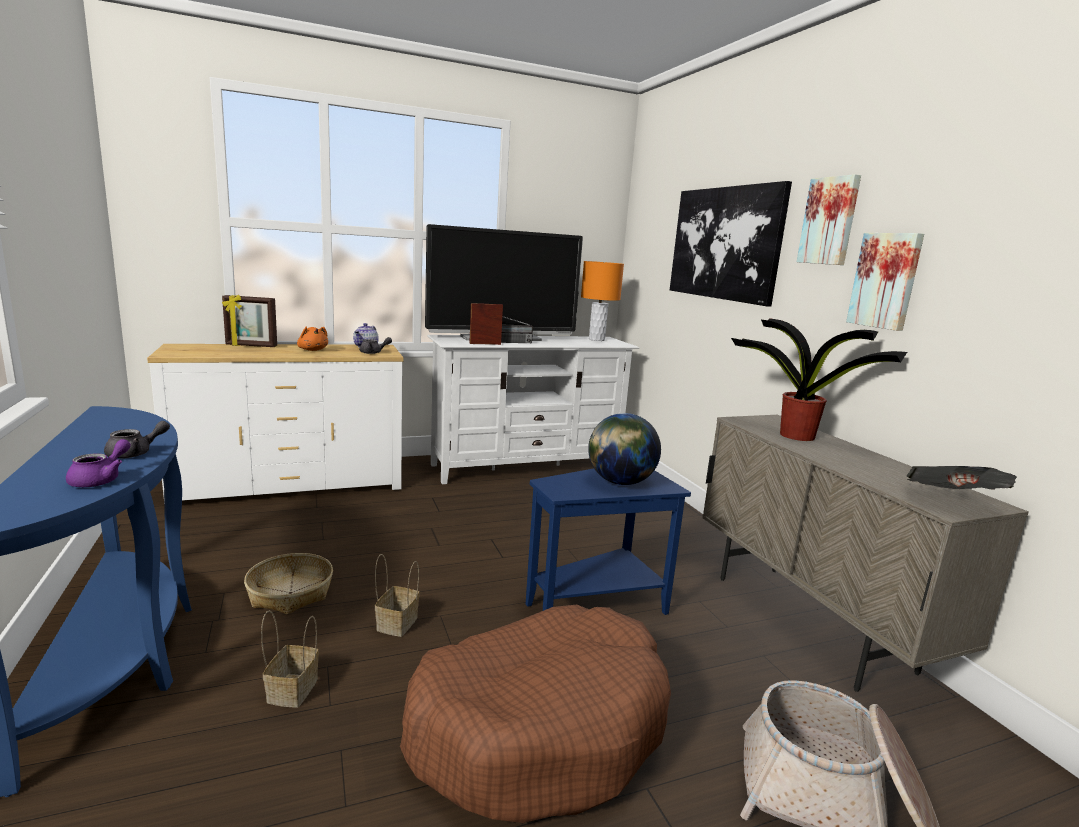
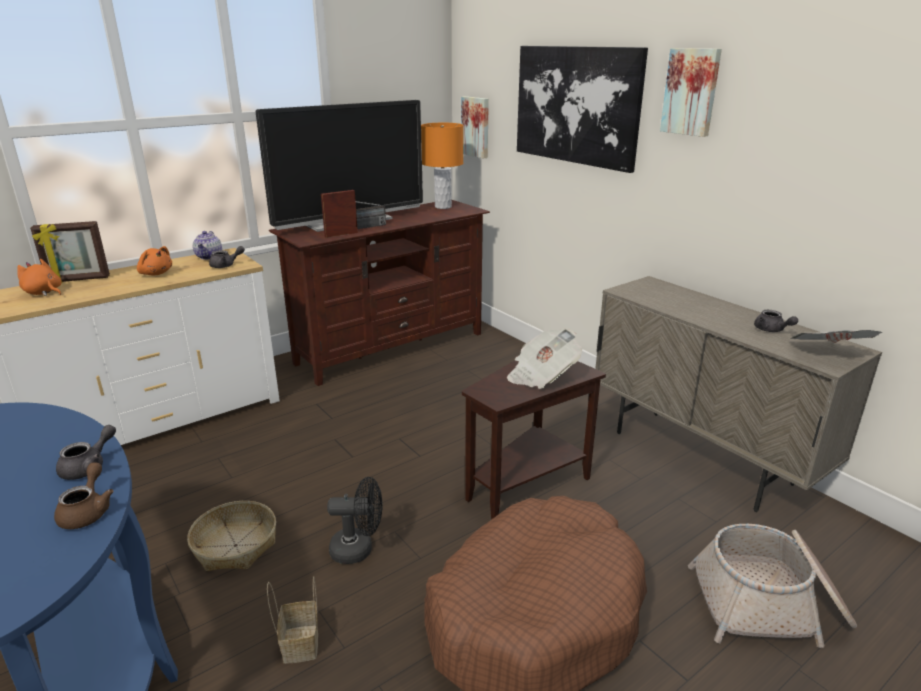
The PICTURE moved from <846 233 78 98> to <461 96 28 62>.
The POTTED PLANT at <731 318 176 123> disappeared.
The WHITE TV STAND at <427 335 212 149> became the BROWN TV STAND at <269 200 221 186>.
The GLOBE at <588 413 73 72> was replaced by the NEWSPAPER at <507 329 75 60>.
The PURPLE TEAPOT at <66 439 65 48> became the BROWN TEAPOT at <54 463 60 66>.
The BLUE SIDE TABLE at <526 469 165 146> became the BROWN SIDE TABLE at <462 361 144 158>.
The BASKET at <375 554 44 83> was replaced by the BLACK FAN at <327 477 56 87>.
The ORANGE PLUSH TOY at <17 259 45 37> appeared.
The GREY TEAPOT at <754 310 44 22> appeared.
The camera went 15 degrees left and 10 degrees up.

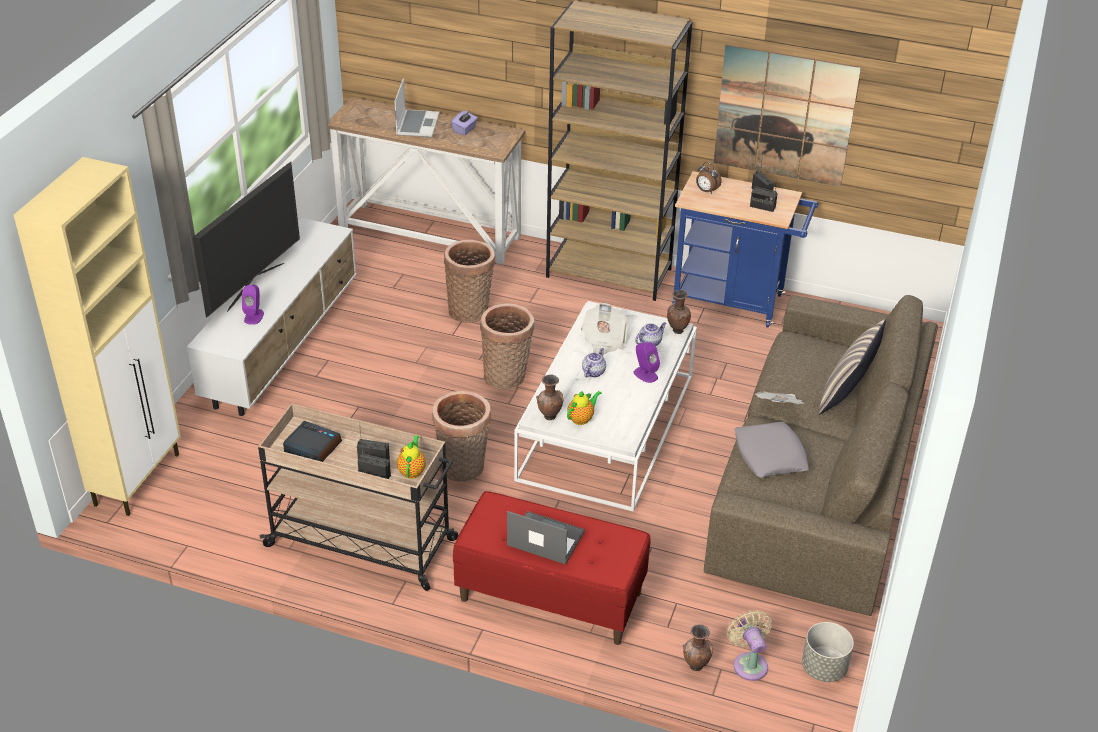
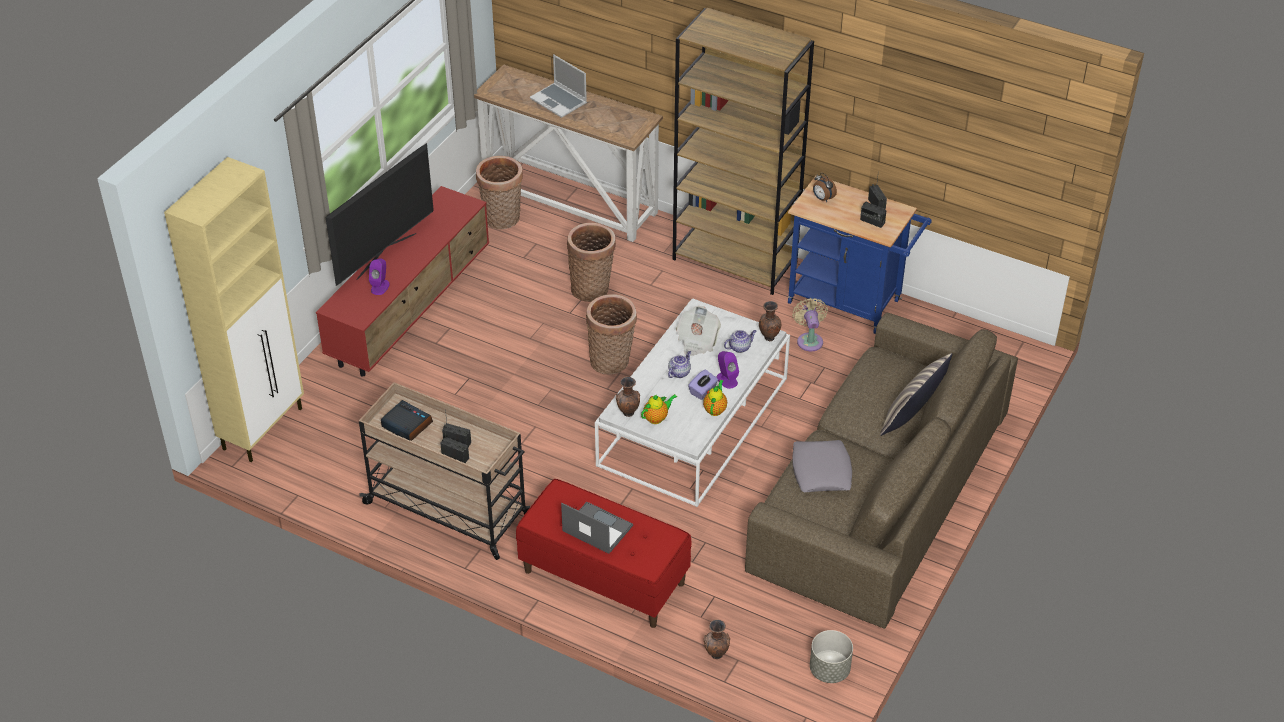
The PICTURE at <713 44 148 143> disappeared.
The LAPTOP at <394 78 45 59> turned 120 degrees clockwise.
The PURPLE TISSUE BOX moved from <451 111 27 24> to <688 369 30 31>.
The WHITE TV STAND at <187 218 170 198> became the RED TV STAND at <316 186 173 191>.
The BASKET moved from <432 391 59 91> to <476 156 47 73>.
The NEWSPAPER at <755 391 50 13> disappeared.
The TEAPOT moved from <397 435 29 44> to <703 380 24 36>.
The BEIGE FAN moved from <727 610 45 71> to <792 298 36 53>.
The camera went 10 degrees right and 5 degrees up.

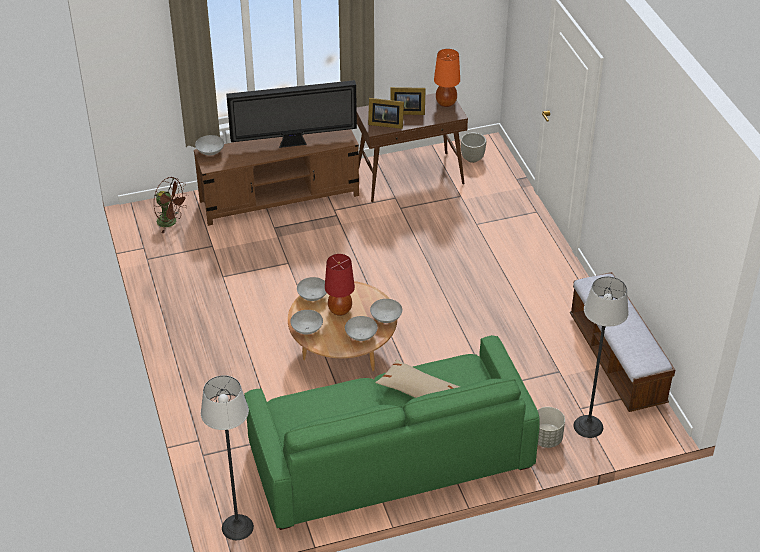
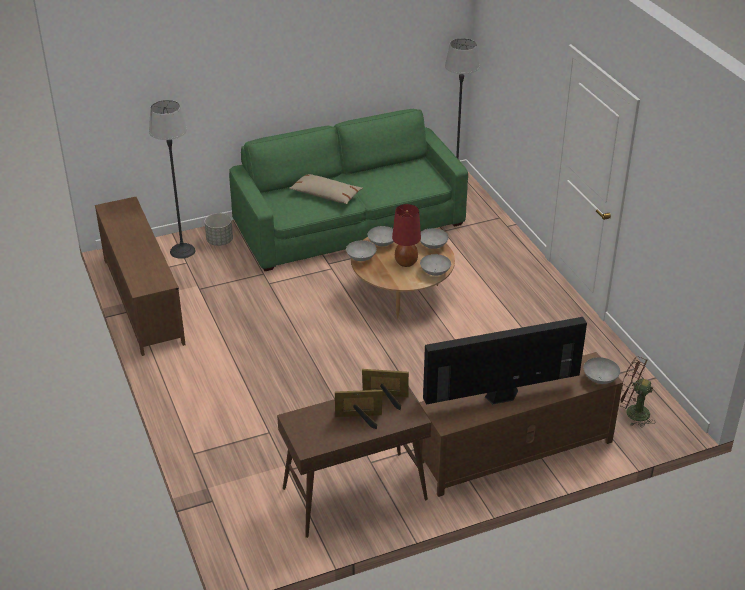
The ORANGE TABLE LAMP at <434 49 26 58> disappeared.
The GREY PLANTER at <461 132 25 31> disappeared.
The BENCH at <570 272 105 140> was replaced by the BROWN TV STAND at <95 197 91 159>.
The camera went 175 degrees right and 5 degrees down.

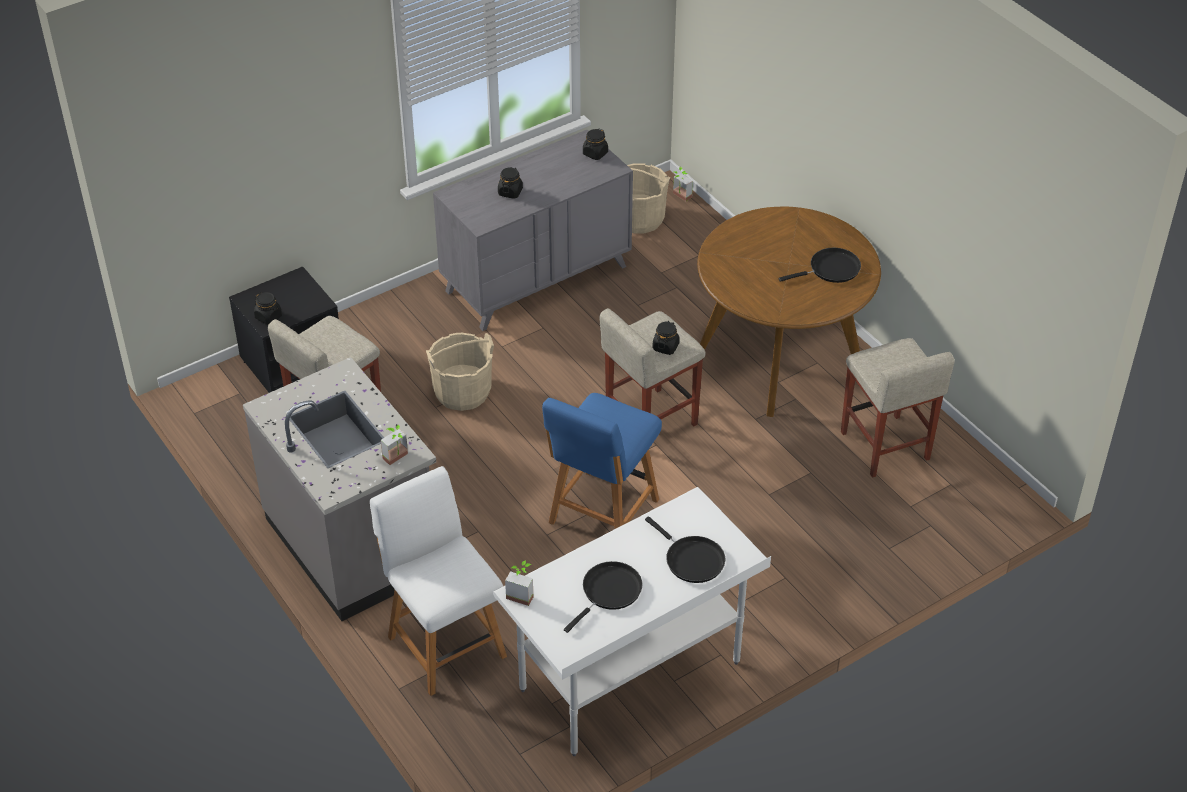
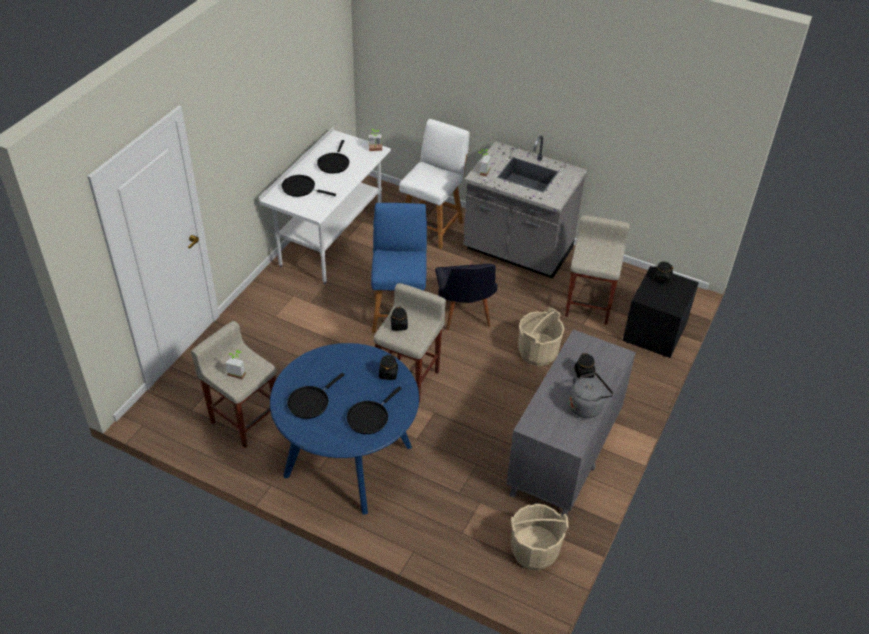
The BLACK JAR moved from <583 129 25 31> to <379 355 19 25>.
The POTTED PLANT moved from <673 167 20 34> to <225 350 21 29>.
The BROWN DINING TABLE at <697 207 184 210> became the BLUE DINING TABLE at <270 343 149 172>.
The WHITE CHAIR at <370 466 137 230> turned 90 degrees counterclockwise.
The BLACK CHAIR at <435 264 63 66> appeared.
The GREY KETTLE at <569 372 45 46> appeared.
The BLACK FRYING PAN at <347 386 55 48> appeared.
The camera went 150 degrees right and 0 degrees up.

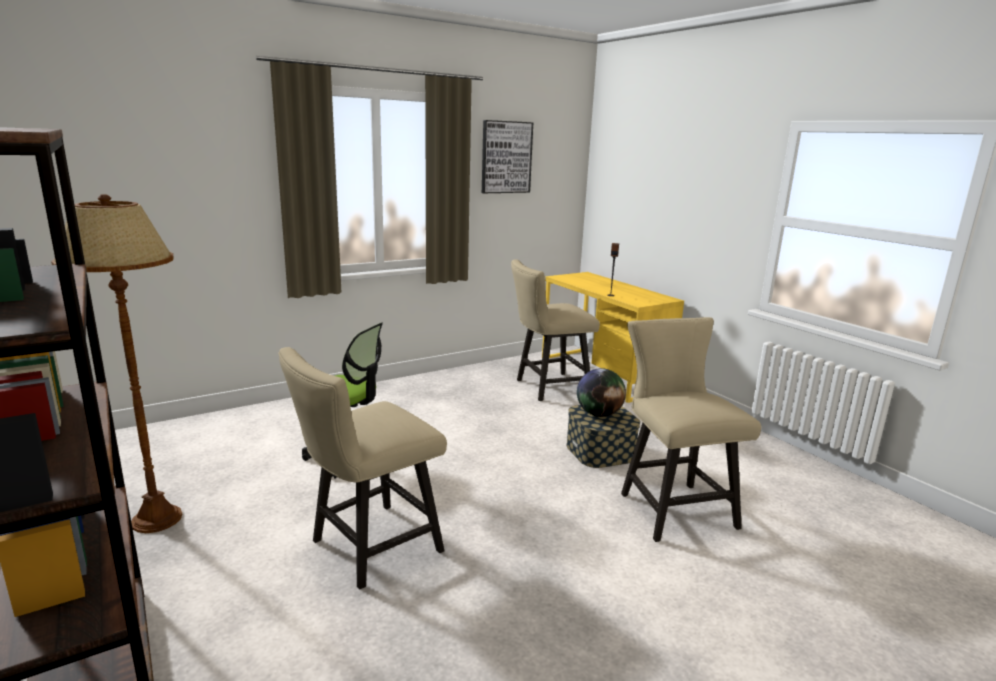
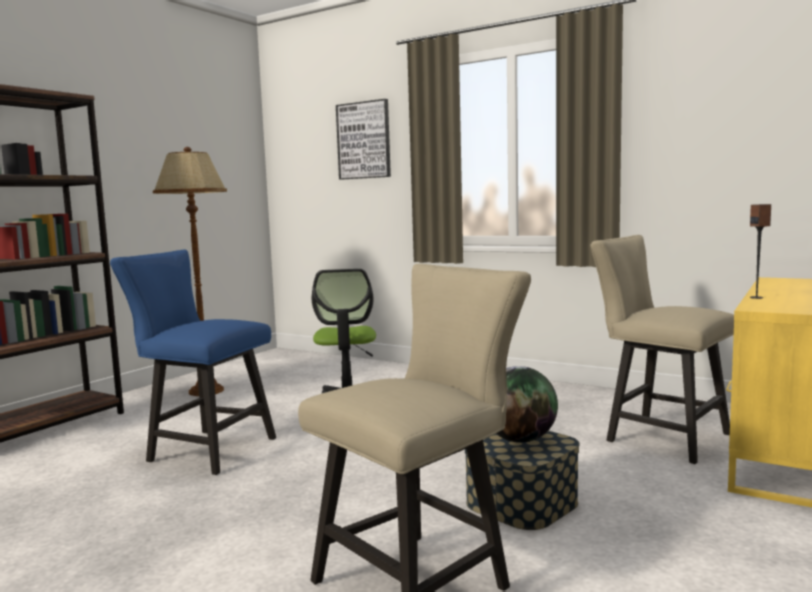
The PICTURE moved from <482 120 51 73> to <336 99 55 80>.
The BEIGE CHAIR at <278 347 169 242> became the BLUE CHAIR at <110 250 166 225>.
The camera went 65 degrees right and 10 degrees down.

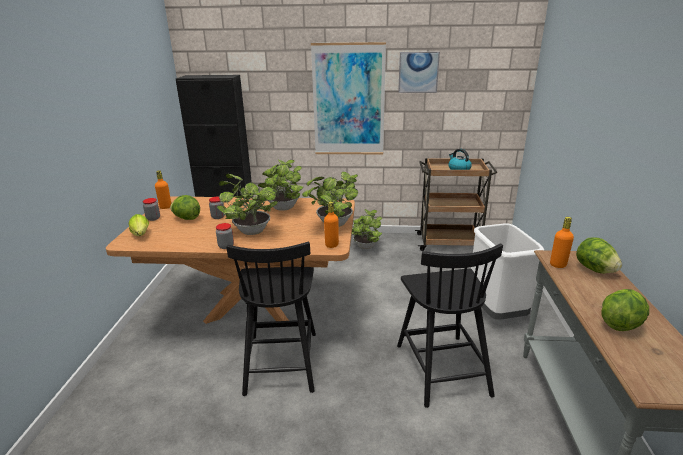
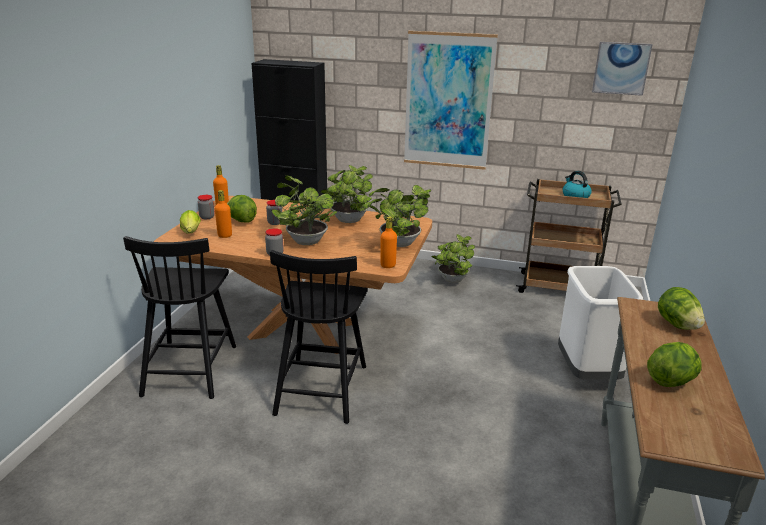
The PICTURE moved from <398 52 42 41> to <592 42 61 54>.
The ORANGE BOTTLE moved from <550 217 24 51> to <215 190 17 48>.
The BLACK CHAIR moved from <397 243 106 165> to <123 236 113 163>.
The camera went 10 degrees right and 0 degrees up.

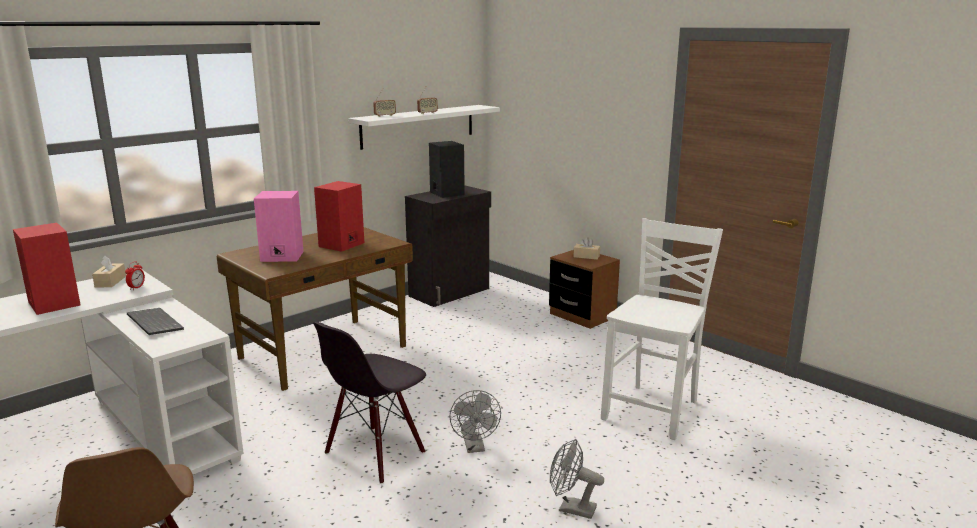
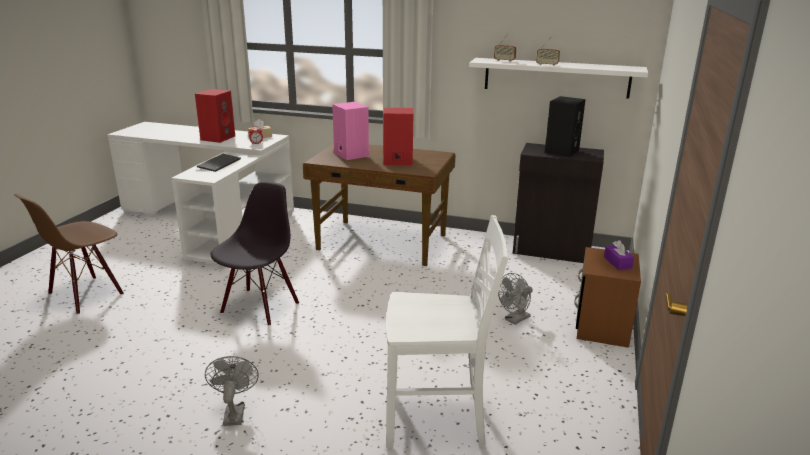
The BEIGE TISSUE BOX at <574 237 26 23> became the PURPLE TISSUE BOX at <604 240 30 30>.
The BLACK CHAIR at <313 322 113 162> turned 105 degrees clockwise.
The GREY FAN moved from <450 390 51 63> to <498 273 35 52>.
The camera went 60 degrees right and 5 degrees up.

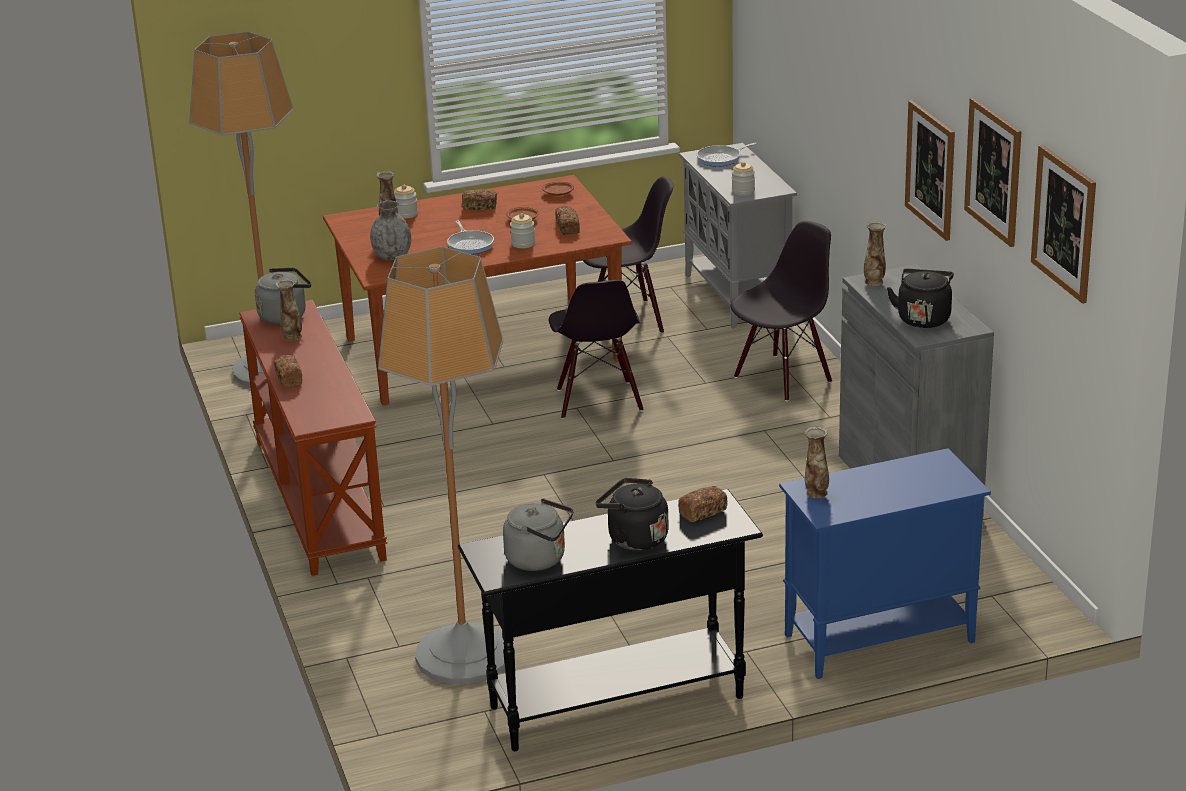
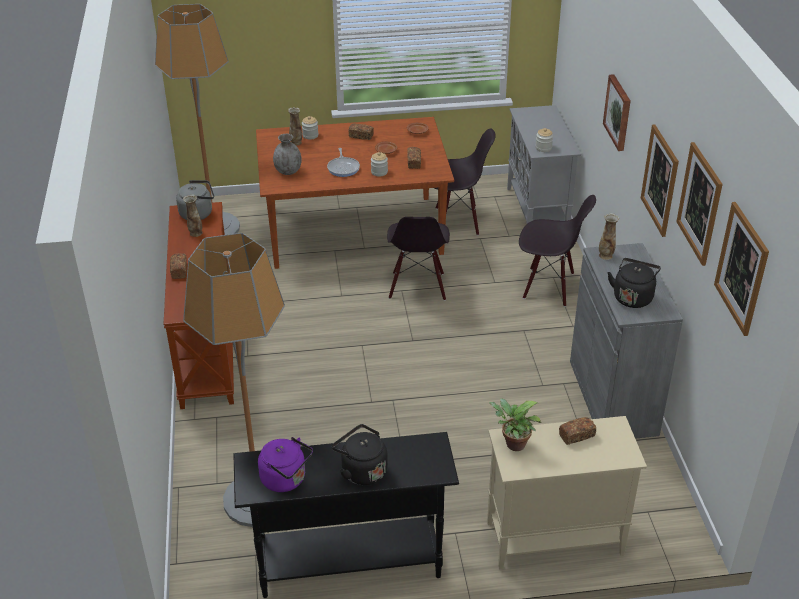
The FRYING PAN at <697 143 60 24> disappeared.
The BLACK CHAIR at <730 221 102 180> turned 45 degrees clockwise.
The VASE at <804 426 25 72> was replaced by the POTTED PLANT at <489 398 53 53>.
The BLUE CABINET at <779 448 212 231> became the BEIGE CABINET at <487 416 160 154>.
The BREAD moved from <678 486 49 36> to <559 417 37 28>.
The GREY KETTLE at <503 498 70 73> became the PURPLE KETTLE at <258 437 55 55>.
The PICTURE at <603 74 28 77> appeared.
The camera went 10 degrees right and 10 degrees up.

